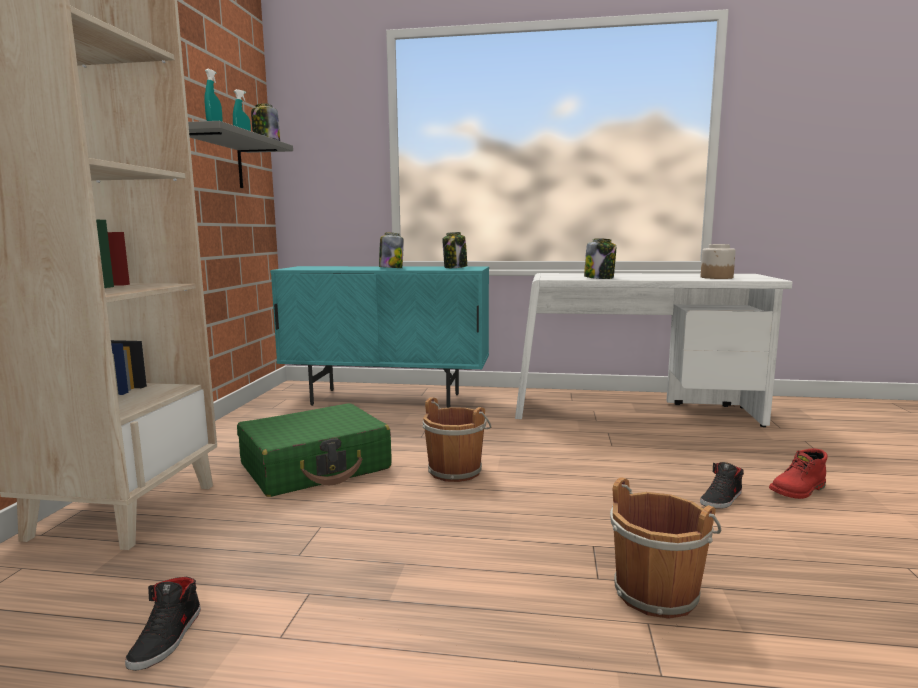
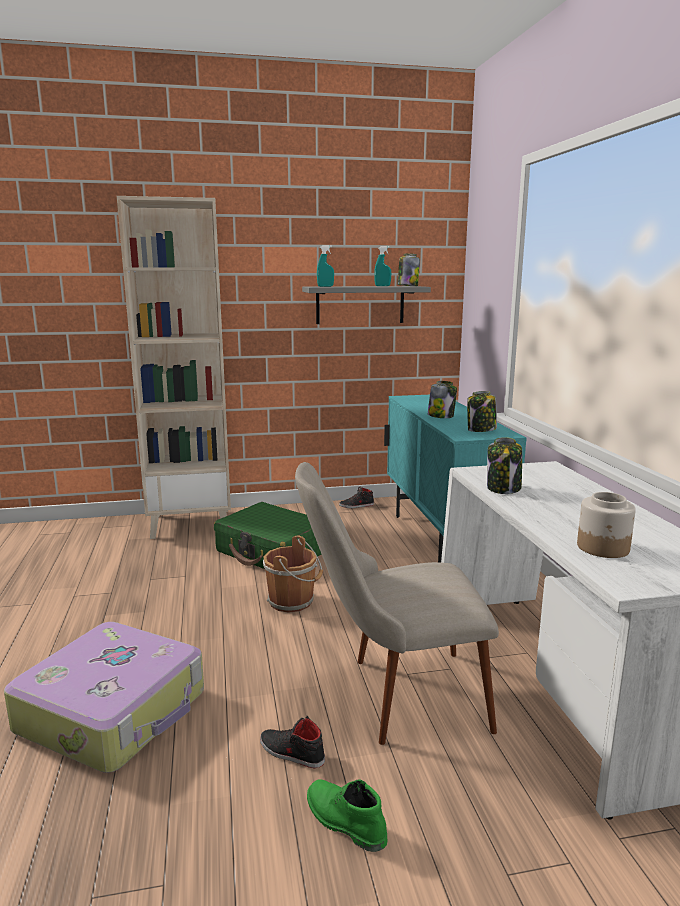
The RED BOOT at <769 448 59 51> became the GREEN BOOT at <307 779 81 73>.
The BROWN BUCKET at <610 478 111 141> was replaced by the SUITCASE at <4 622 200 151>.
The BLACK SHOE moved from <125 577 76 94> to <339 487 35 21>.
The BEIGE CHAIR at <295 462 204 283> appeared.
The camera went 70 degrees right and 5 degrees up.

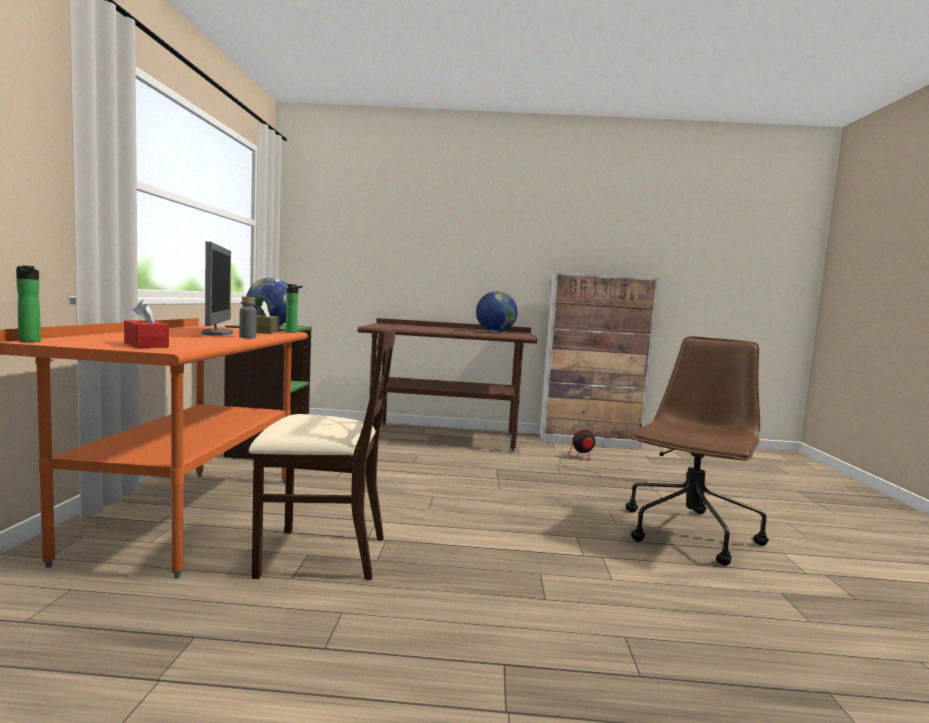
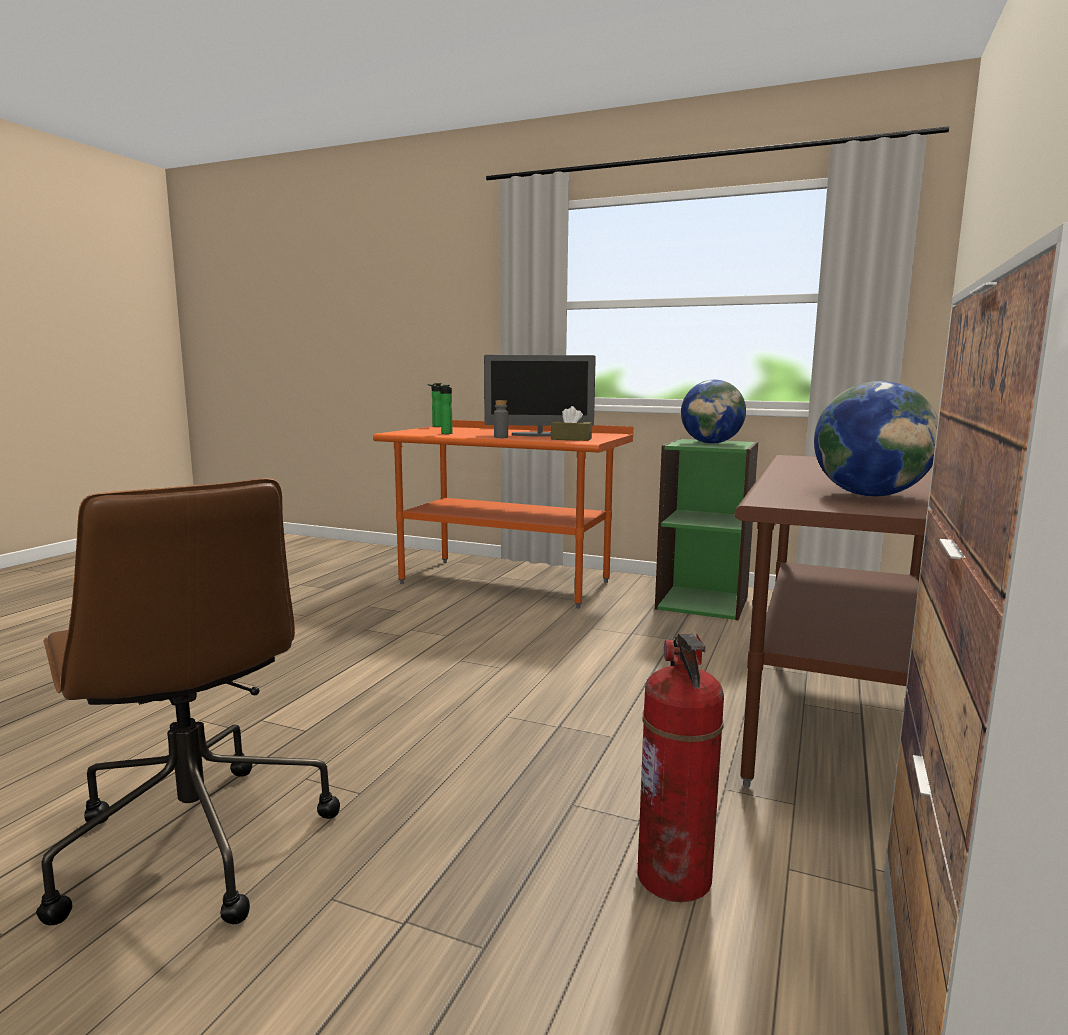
The BOTTLE moved from <286 284 17 49> to <440 385 13 49>.
The RED TISSUE BOX at <124 300 45 48> disappeared.
The BEIGE CHAIR at <249 326 147 254> disappeared.
The FAN at <558 430 41 45> was replaced by the FIRE EXTINGUISHER at <637 634 87 268>.
The camera went 110 degrees right and 5 degrees up.

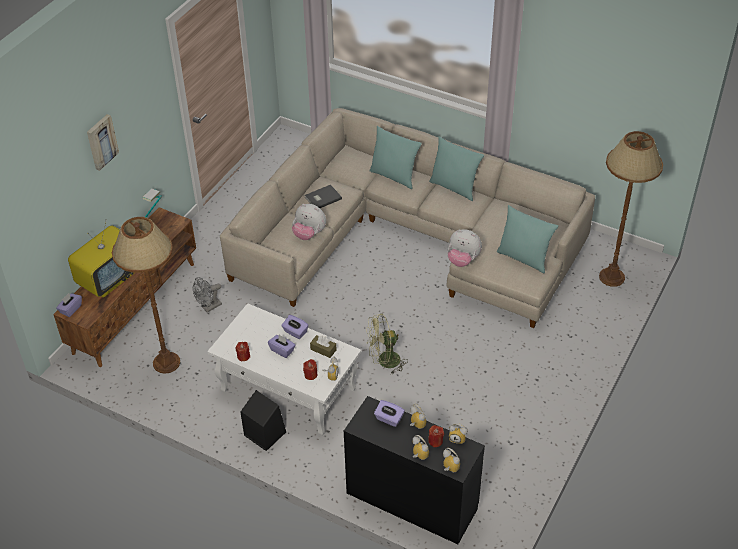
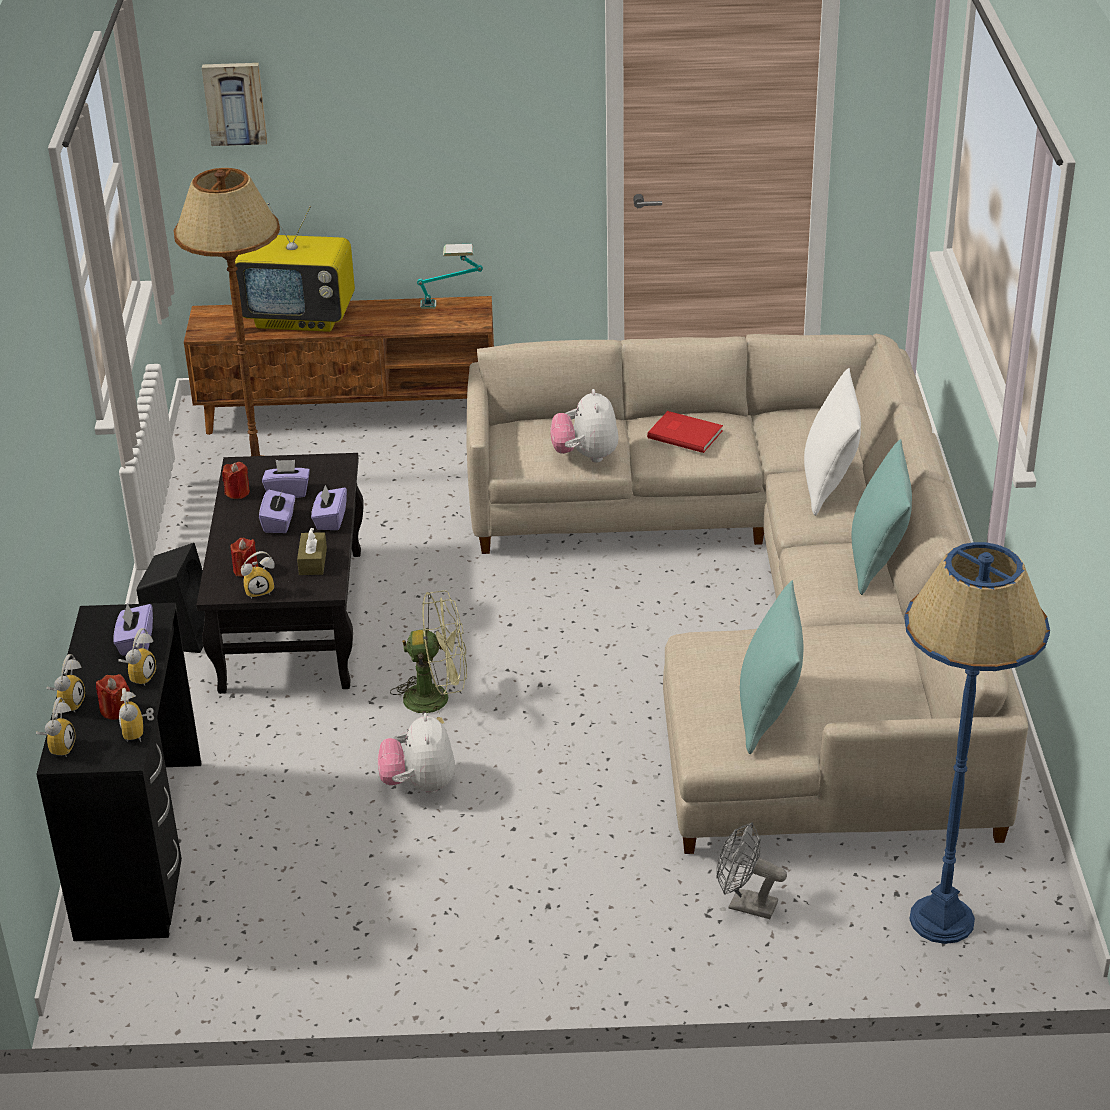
The PICTURE moved from <87 114 32 57> to <202 63 65 83>.
The TURQUOISE PILLOW at <369 126 53 63> became the WHITE PILLOW at <804 368 57 148>.
The BROWN FLOOR LAMP at <599 131 64 156> became the BLUE FLOOR LAMP at <904 542 146 402>.
The GREY BOOK at <305 185 37 23> became the RED BOOK at <647 411 76 42>.
The PLUSH TOY moved from <448 229 34 38> to <378 713 77 81>.
The GREY FAN moved from <193 277 29 35> to <716 822 71 97>.
The PURPLE TISSUE BOX moved from <56 293 26 24> to <262 460 48 38>.
The WHITE COFFEE TABLE at <207 303 154 133> became the BLACK COFFEE TABLE at <196 453 168 241>.
The GREEN FAN at <366 313 42 62> turned 135 degrees clockwise.
The camera went 60 degrees right and 10 degrees down.

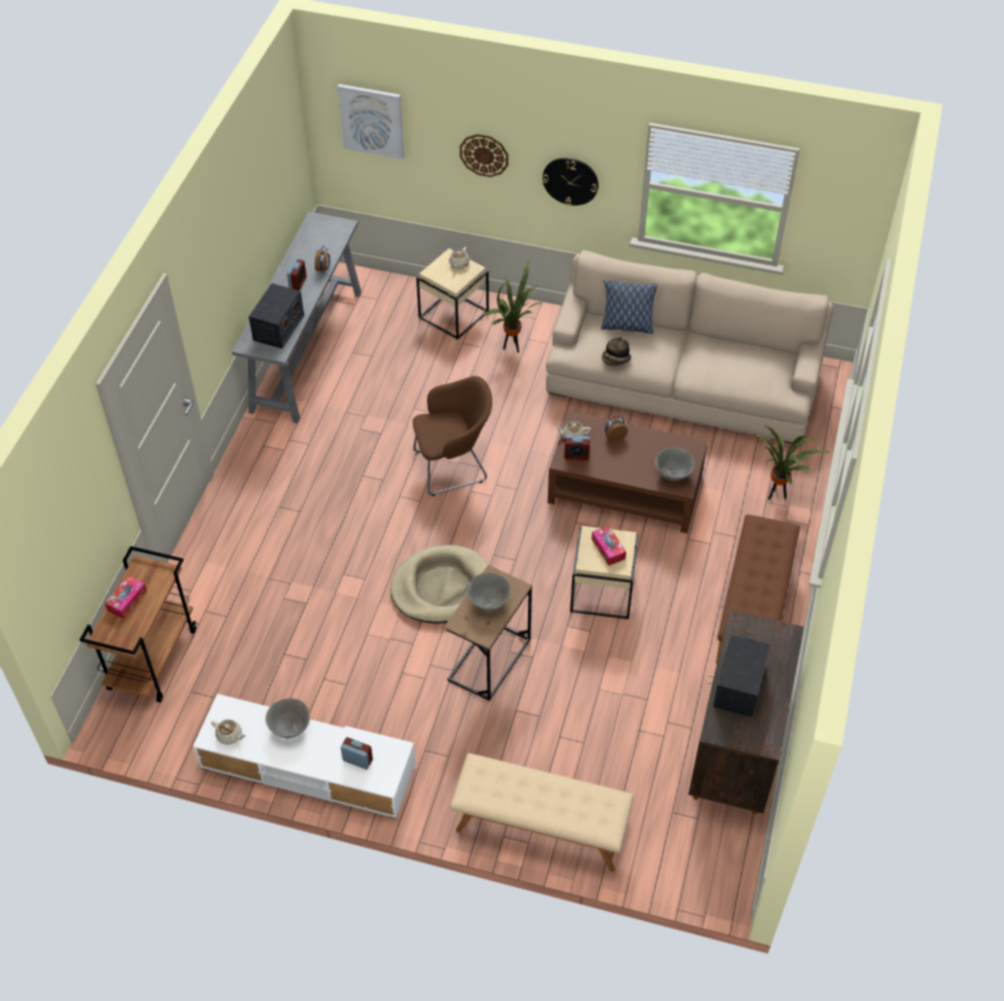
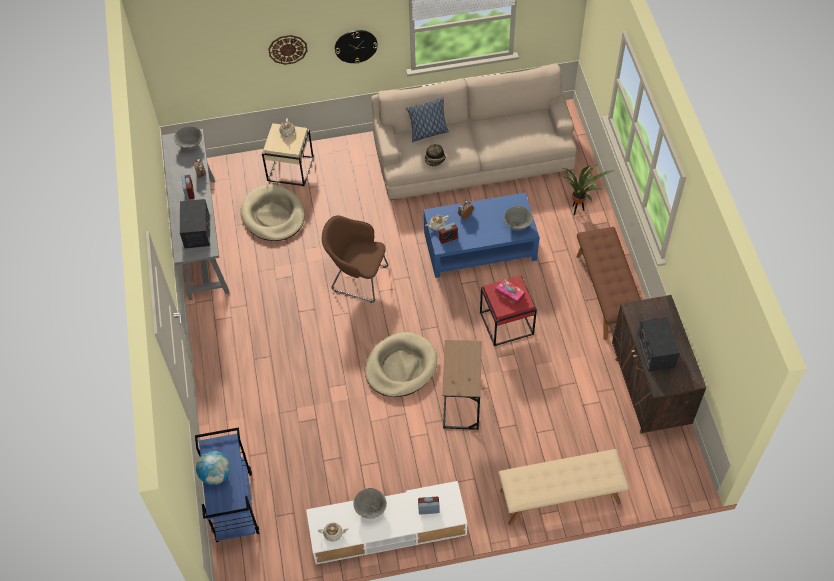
The PICTURE at <337 84 67 76> disappeared.
The POTTED PLANT at <485 260 58 93> disappeared.
The BROWN ARMCHAIR at <413 376 79 120> turned 120 degrees counterclockwise.
The BROWN COFFEE TABLE at <548 411 160 122> became the BLUE COFFEE TABLE at <424 192 115 86>.
The BEIGE SIDE TABLE at <570 526 69 93> became the RED SIDE TABLE at <480 276 57 70>.
The BROWN CART at <80 546 116 157> became the BLUE CART at <195 427 64 115>.
The GREY BOWL moved from <467 573 44 38> to <174 126 28 24>.
The TISSUE BOX at <105 576 42 43> was replaced by the GLOBE at <196 451 34 34>.
The BEIGE DOG BED at <241 184 64 57> appeared.
The camera went 25 degrees left and 5 degrees up.

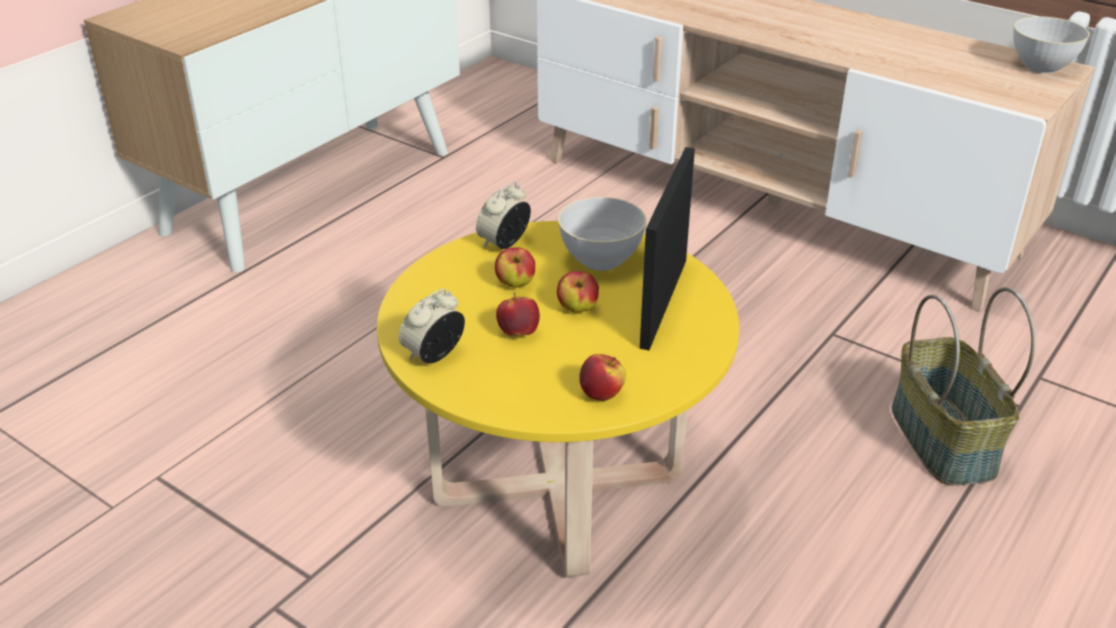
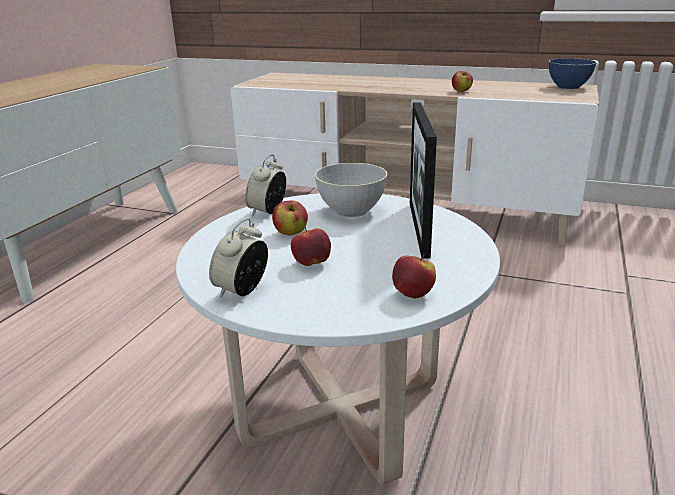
The GREY BOWL at <1013 16 77 57> became the BLUE BOWL at <549 58 48 31>.
The YELLOW COFFEE TABLE at <377 221 362 356> became the WHITE COFFEE TABLE at <176 193 324 292>.
The APPLE moved from <557 271 42 42> to <452 71 21 21>.
The BASKET at <891 287 145 199> disappeared.
The camera went 15 degrees left and 10 degrees down.

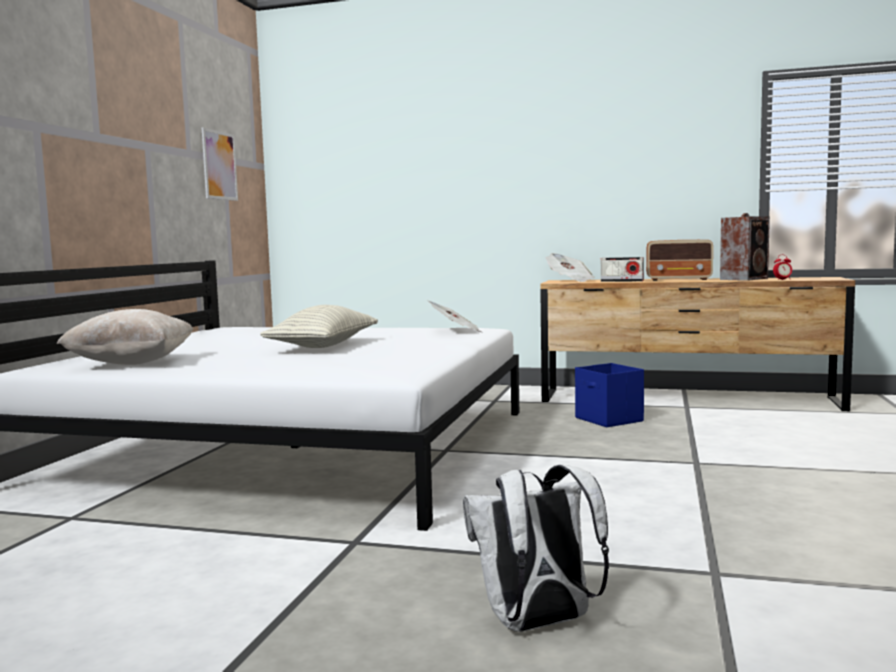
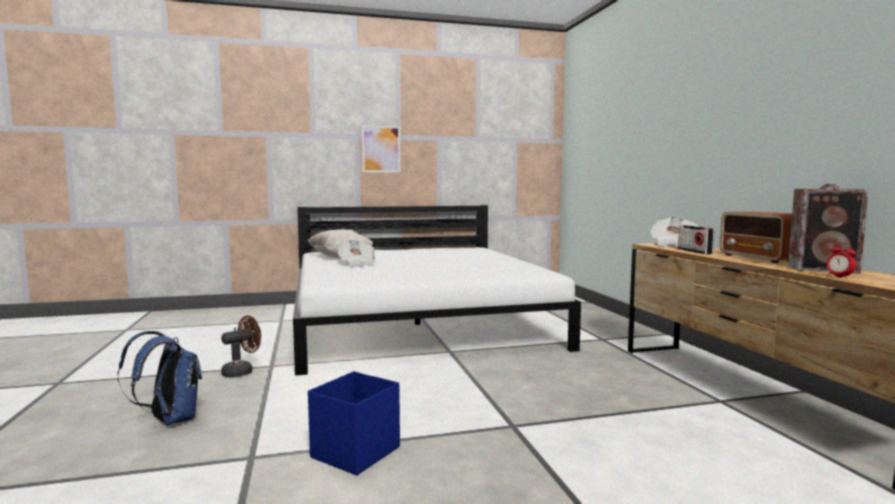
The PICTURE moved from <202 128 36 73> to <362 125 39 48>.
The NEWSPAPER moved from <428 301 53 31> to <337 240 38 27>.
The PILLOW at <260 305 118 43> disappeared.
The BLUE STORAGE BOX moved from <575 363 69 64> to <308 371 92 104>.
The WHITE BACKPACK at <463 464 146 168> became the BLUE BACKPACK at <117 331 85 94>.
The BROWN FAN at <221 315 40 63> appeared.
The camera went 60 degrees right and 0 degrees up.

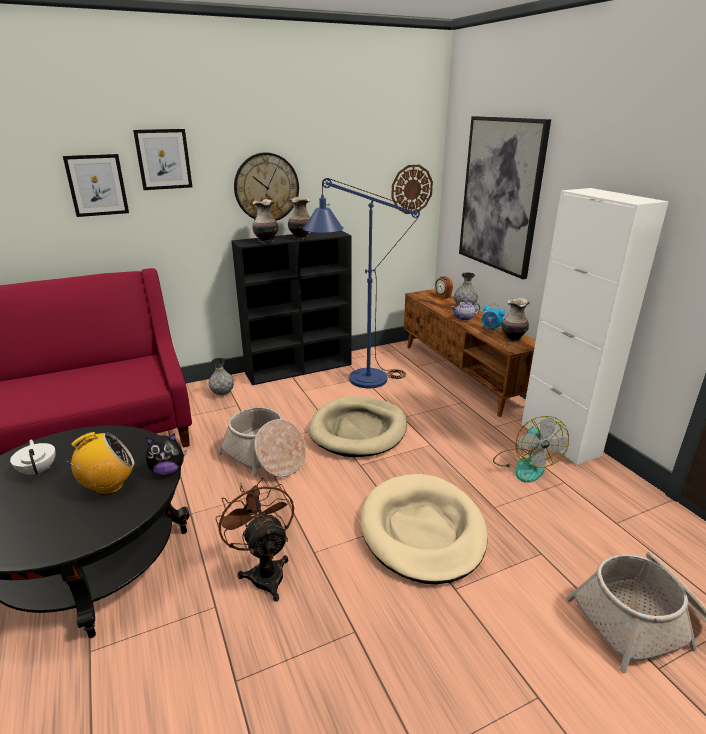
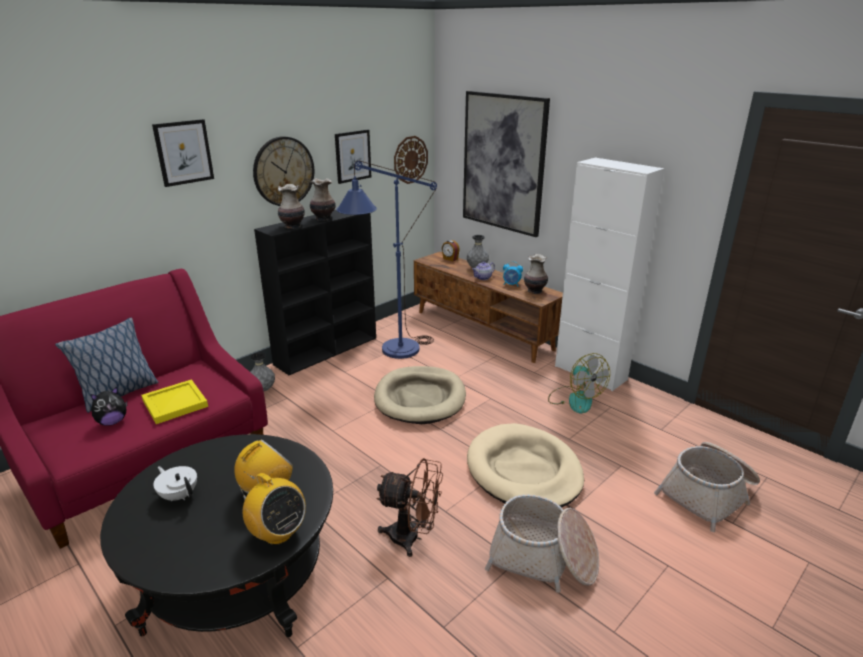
The PICTURE moved from <63 154 66 63> to <335 130 36 54>.
The BASKET moved from <218 407 88 70> to <485 495 114 98>.
The PLUSH TOY moved from <146 433 41 42> to <91 387 36 38>.
The BROWN FAN at <215 477 79 125> turned 150 degrees clockwise.
The PILLOW at <55 317 103 96> appeared.
The YELLOW TRAY at <141 379 67 45> appeared.
The RADIO at <238 473 68 72> appeared.
The camera went 20 degrees left and 0 degrees up.

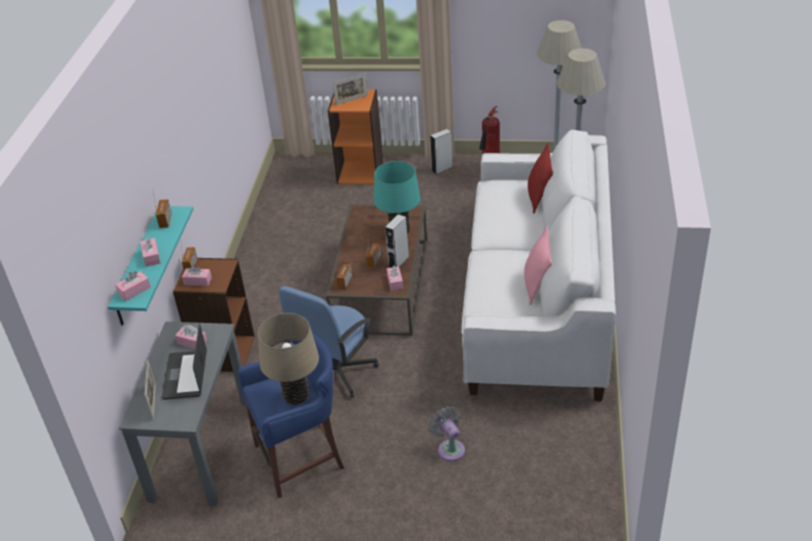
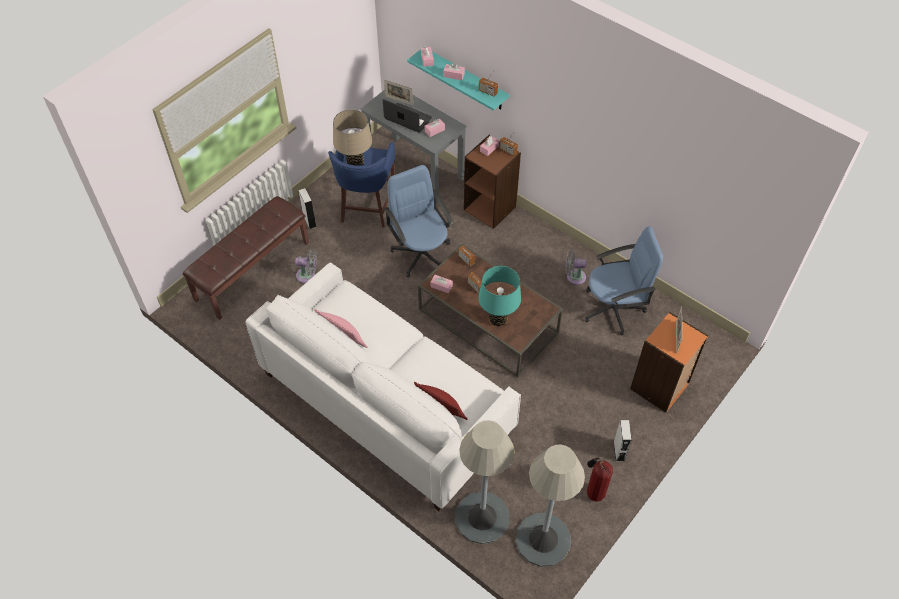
The GREY SPEAKER moved from <385 214 24 54> to <298 188 19 41>.
The BROWN BENCH at <183 196 126 124> appeared.
The BLUE OFFICE CHAIR at <585 226 78 109> appeared.
The GREY FAN at <566 250 21 35> appeared.
The camera went 120 degrees right and 15 degrees up.

